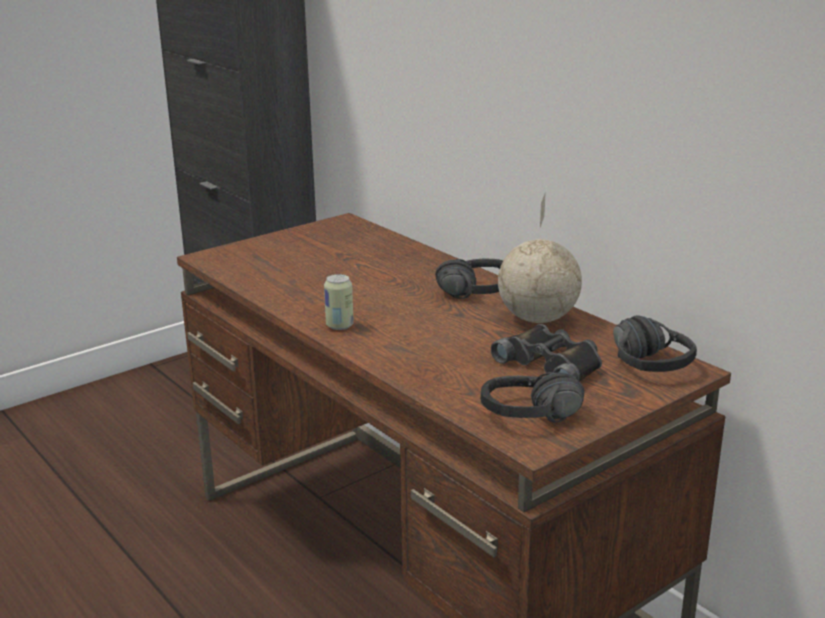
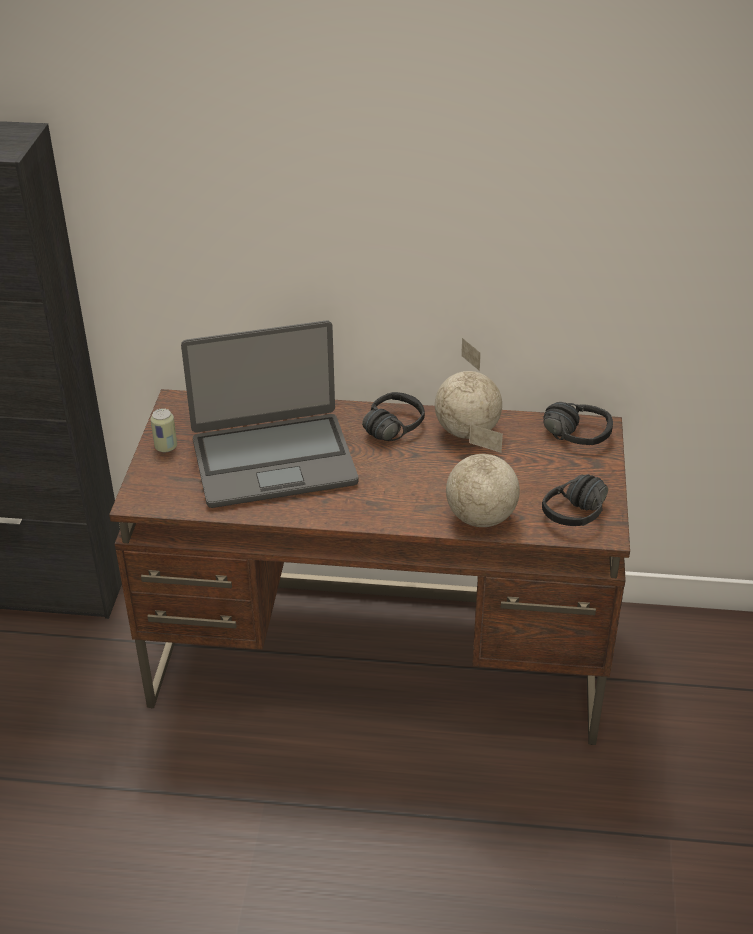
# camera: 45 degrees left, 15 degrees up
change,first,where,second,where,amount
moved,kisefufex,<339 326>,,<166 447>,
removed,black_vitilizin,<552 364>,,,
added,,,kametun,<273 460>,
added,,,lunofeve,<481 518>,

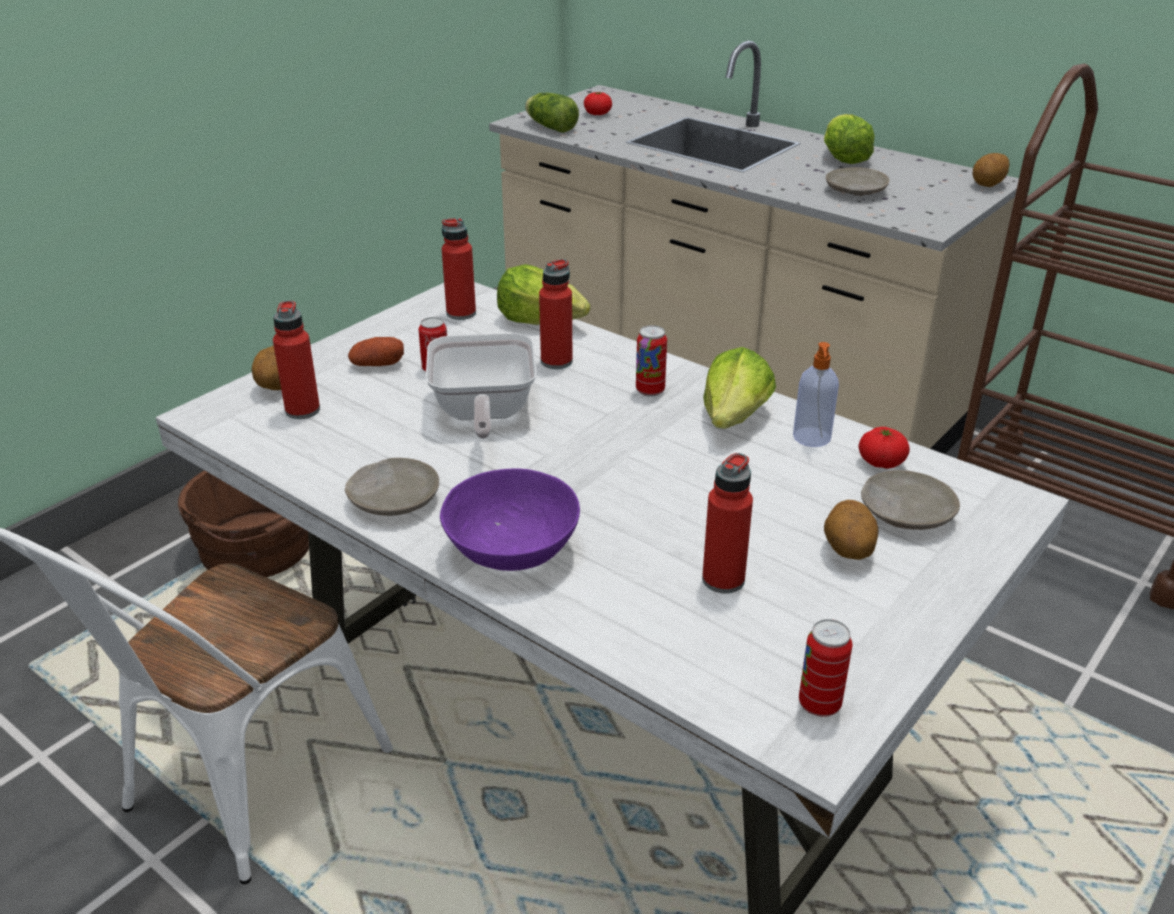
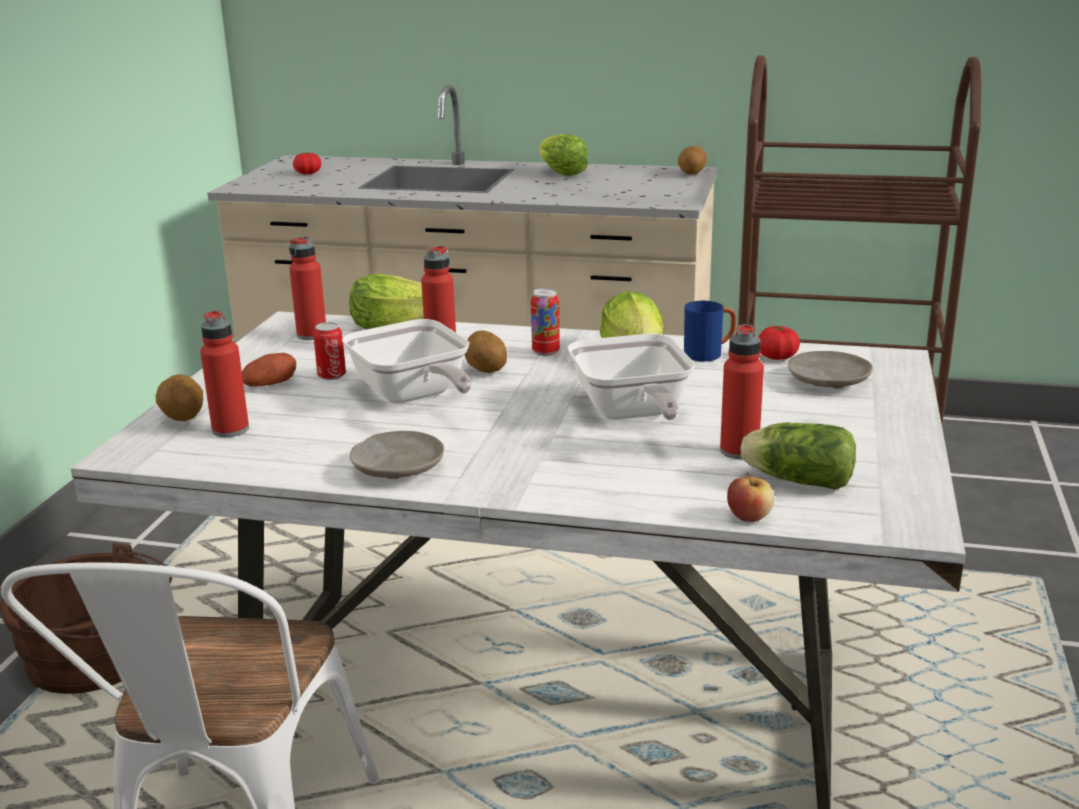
# camera: 25 degrees left, 10 degrees down
change,first,where,second,where,amount
removed,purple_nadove,<513 550>,,,
moved,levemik,<550 127>,,<795 480>,
replaced,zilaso,<811 438>,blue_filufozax,<709 354>,
removed,kisefufex,<819 704>,,,
moved,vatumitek,<847 551>,,<485 371>,
removed,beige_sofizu,<855 191>,,,
added,,,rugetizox,<632 414>,
added,,,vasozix,<749 517>,

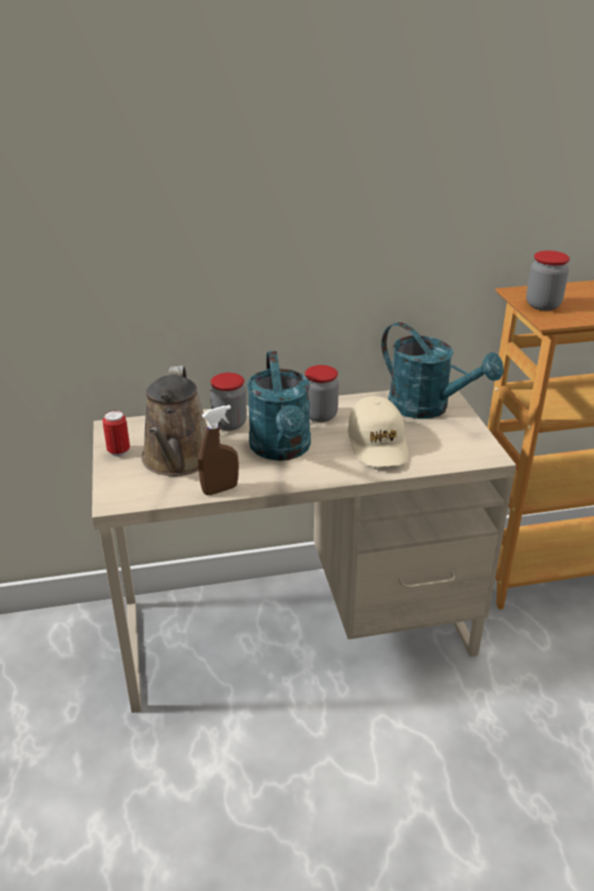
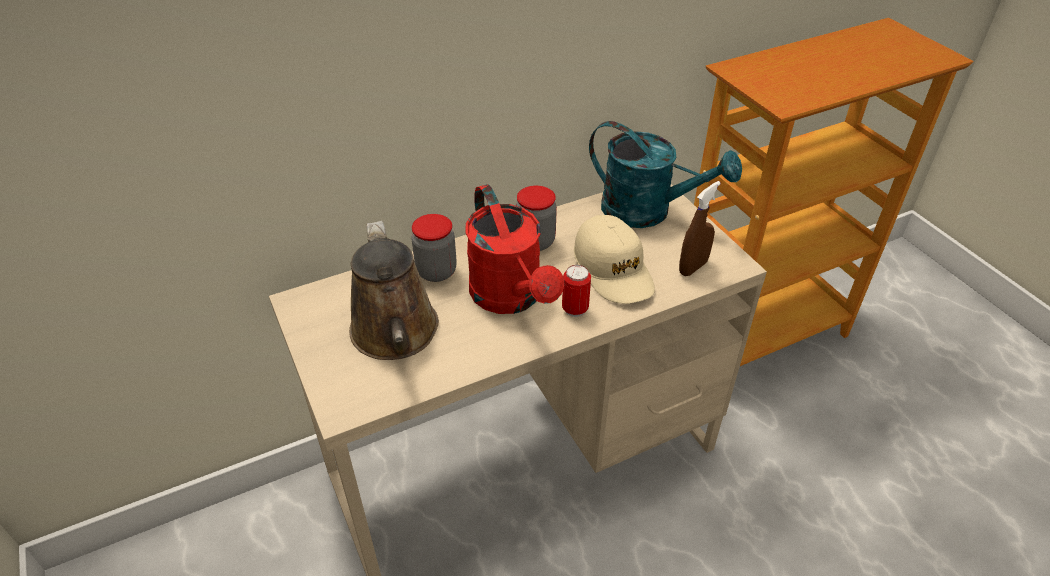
# camera: 15 degrees left, 10 degrees up
change,first,where,second,where,amount
moved,kisefufex,<119 451>,,<575 309>,
moved,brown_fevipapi,<220 489>,,<693 267>,
recoloured,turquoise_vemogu,<282 450>,red_vemogu,<511 298>,
removed,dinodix,<543 305>,,,

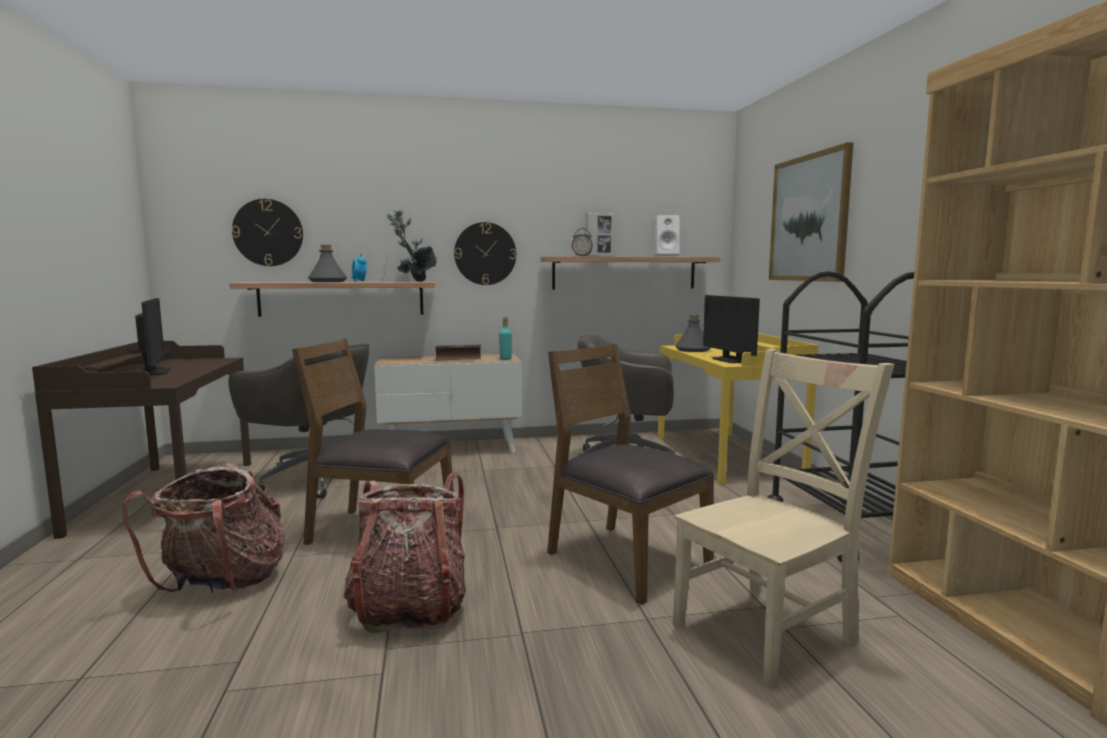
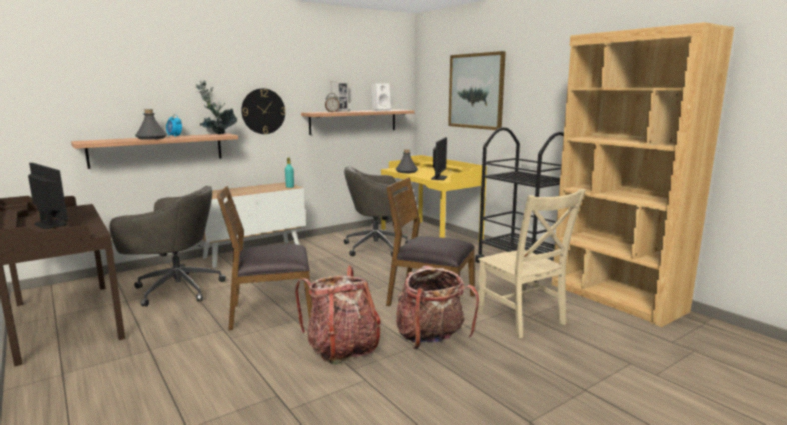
# camera: 25 degrees left, 5 degrees up
change,first,where,second,where,amount
moved,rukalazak,<223 583>,,<431 339>,
removed,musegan,<268 232>,,,
removed,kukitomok,<458 358>,,,
turned,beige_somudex,<768 631>,,<522 319>,120 degrees clockwise
turned,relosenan,<730 360>,,<439 178>,120 degrees counterclockwise

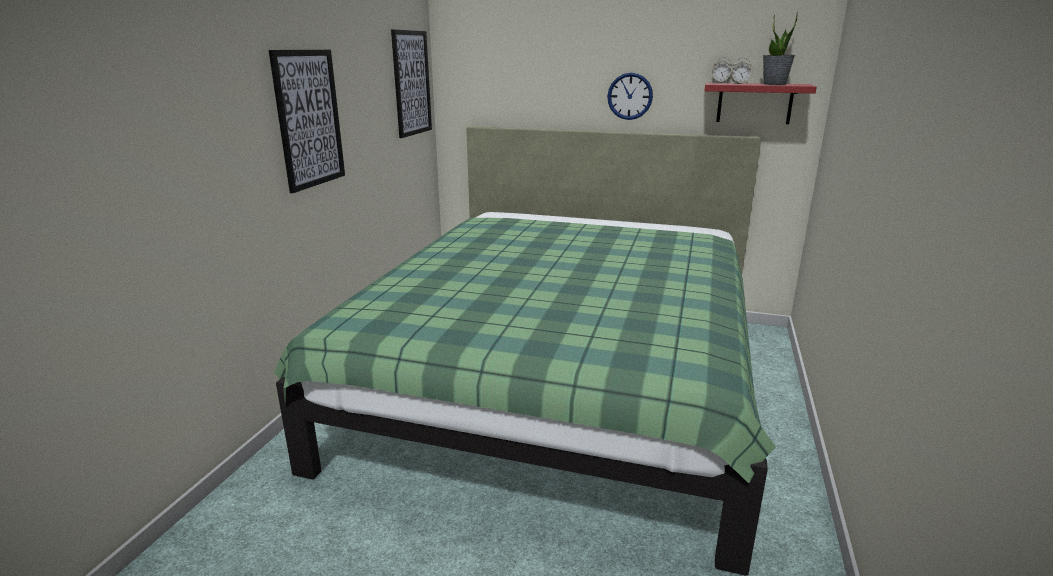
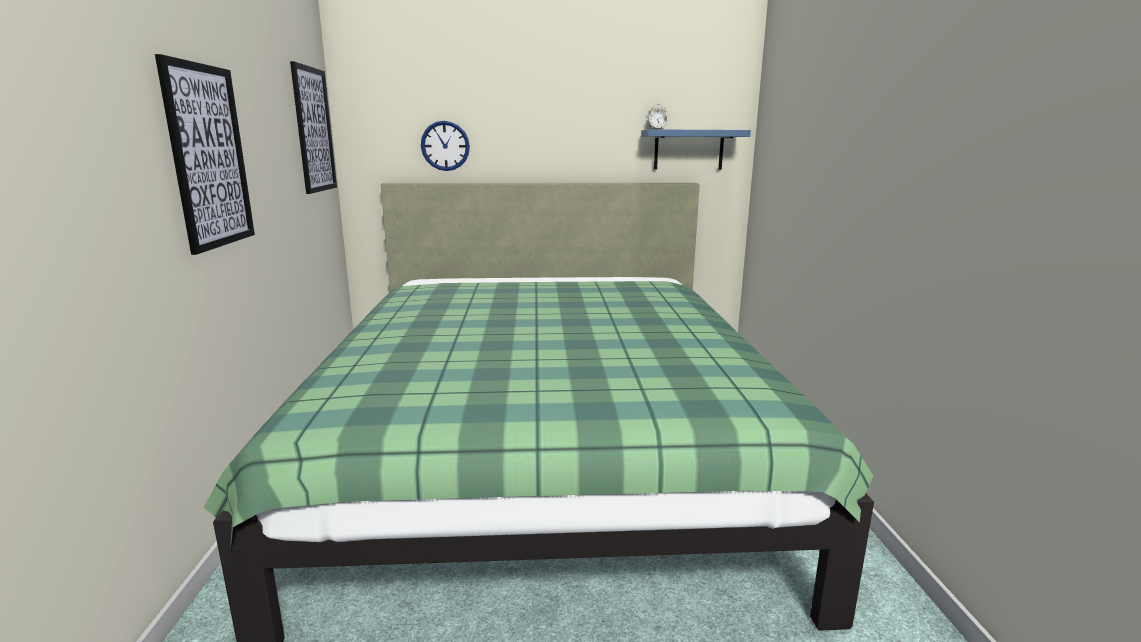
# camera: 20 degrees left, 5 degrees down
change,first,where,second,where,amount
moved,musegan,<630 96>,,<445 146>,
recoloured,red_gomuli,<754 103>,blue_gomuli,<688 150>,
removed,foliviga,<739 84>,,,
removed,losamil,<774 84>,,,

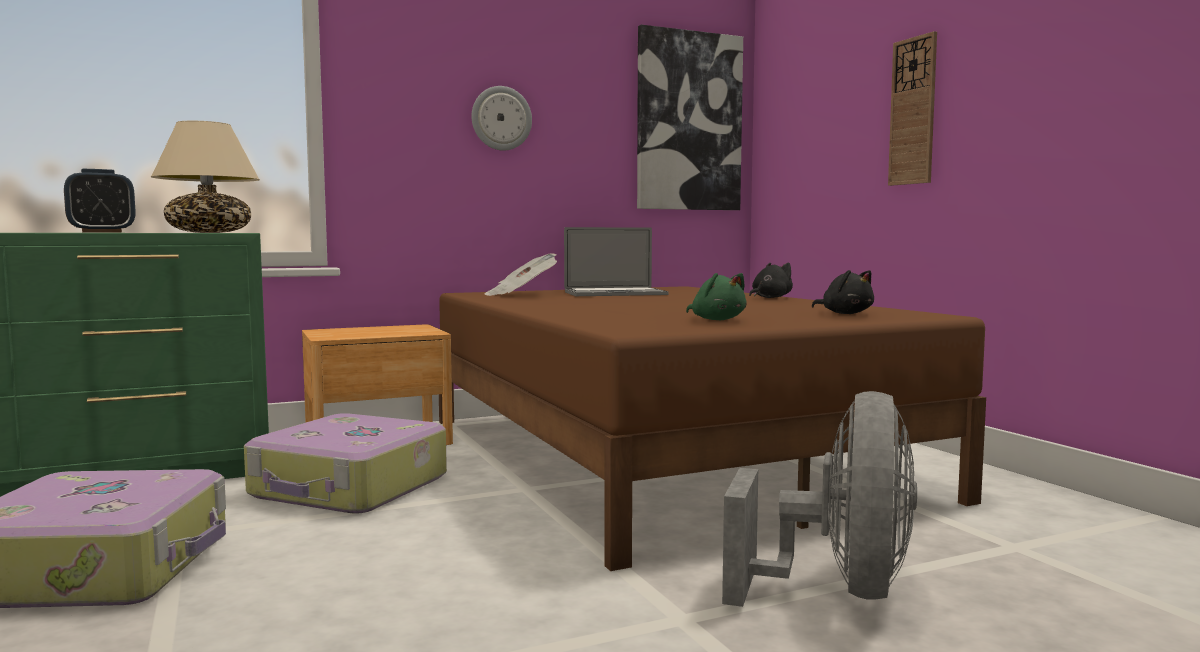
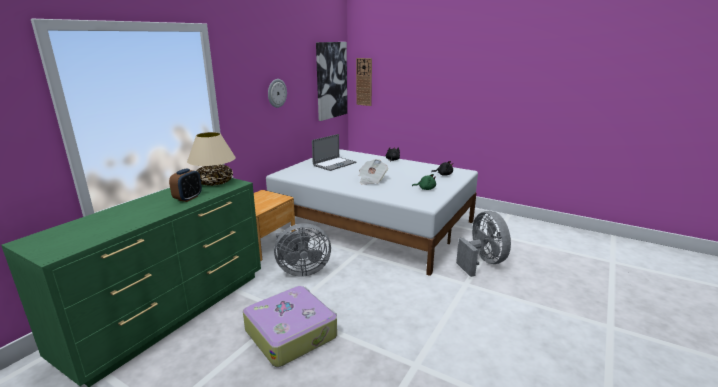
# camera: 35 degrees left, 15 degrees up
change,first,where,second,where,amount
replaced,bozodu,<350 487>,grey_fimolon,<301 270>,
recoloured,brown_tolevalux,<662 455>,white_tolevalux,<373 224>,
moved,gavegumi,<521 294>,,<371 180>,
moved,musegan,<913 111>,,<364 82>,

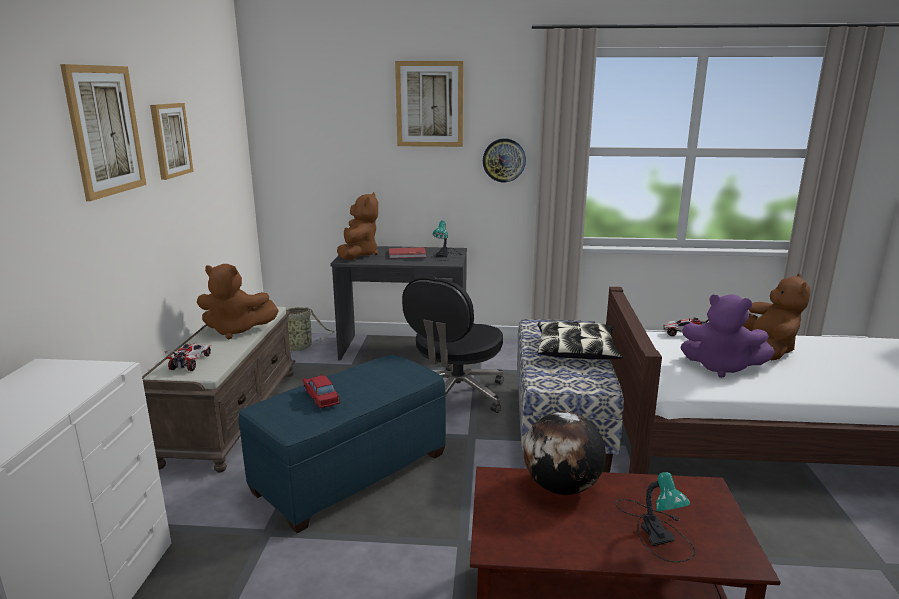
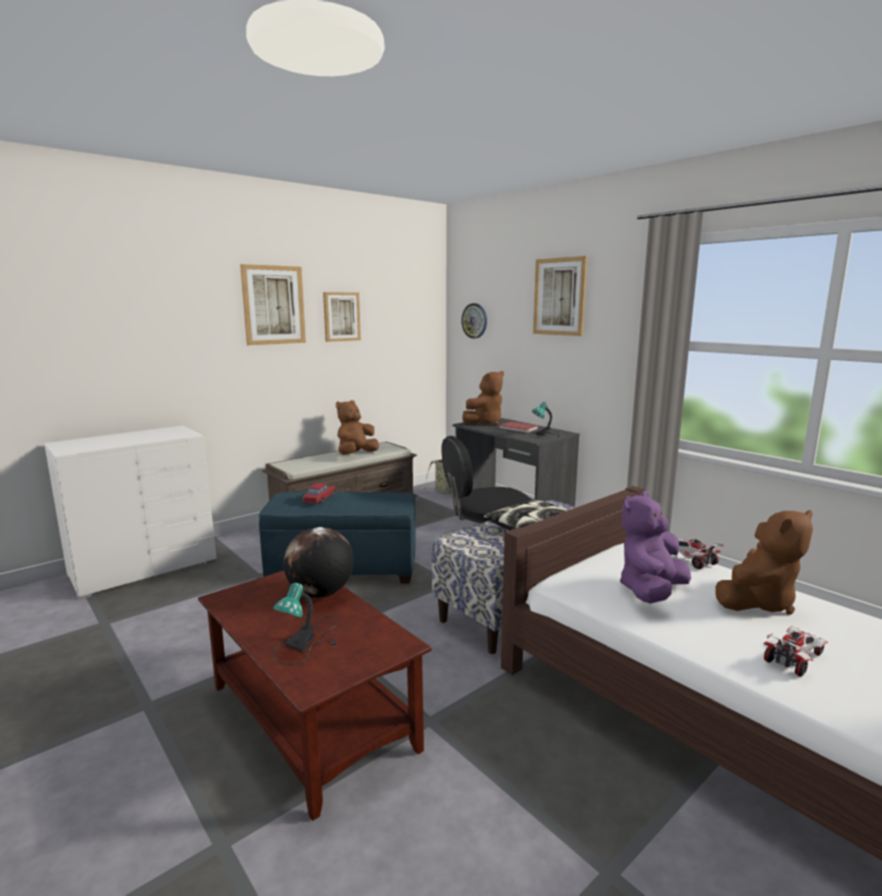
# camera: 45 degrees right, 5 degrees down
change,first,where,second,where,amount
moved,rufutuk,<191 363>,,<793 658>,
turned,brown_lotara,<236 331>,,<356 454>,75 degrees clockwise
moved,musegan,<504 160>,,<474 320>,
turned,purple_lotara,<721 367>,,<651 591>,60 degrees clockwise

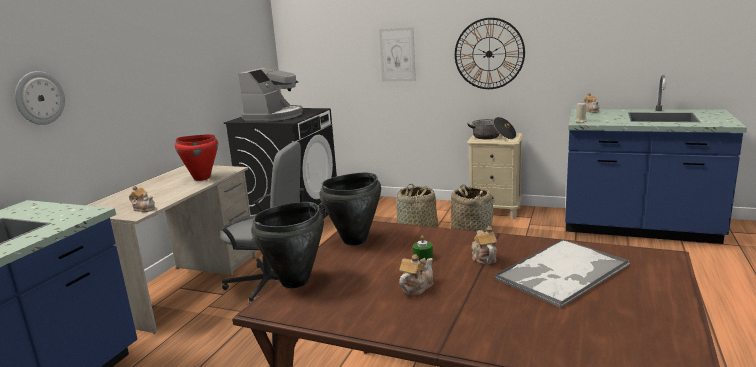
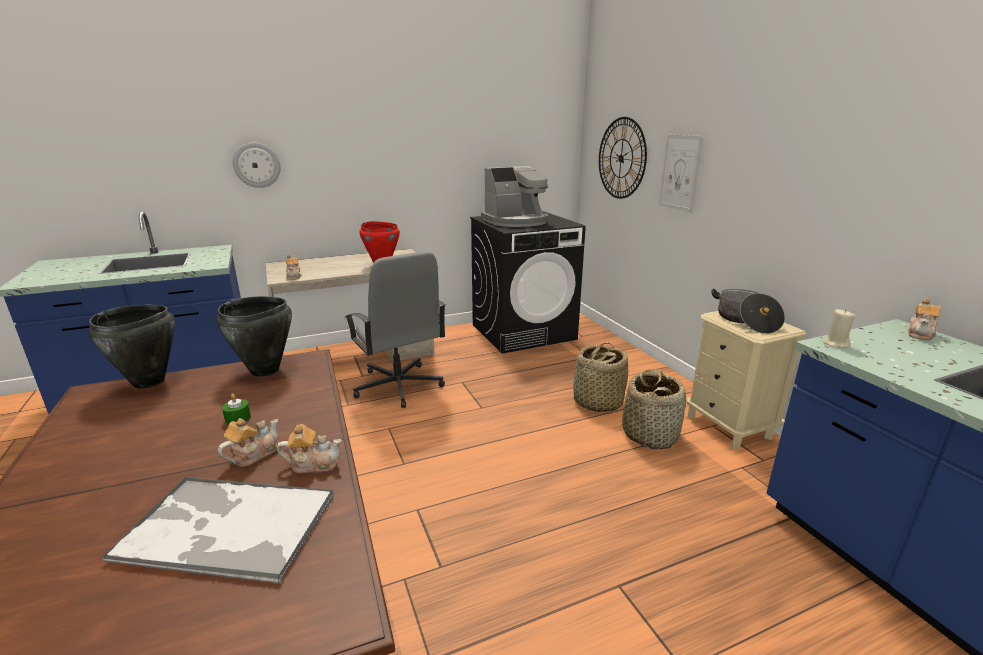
# camera: 45 degrees right, 5 degrees up
change,first,where,second,where,amount
moved,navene,<416 287>,,<313 464>,
moved,musegan,<489 54>,,<621 158>,

